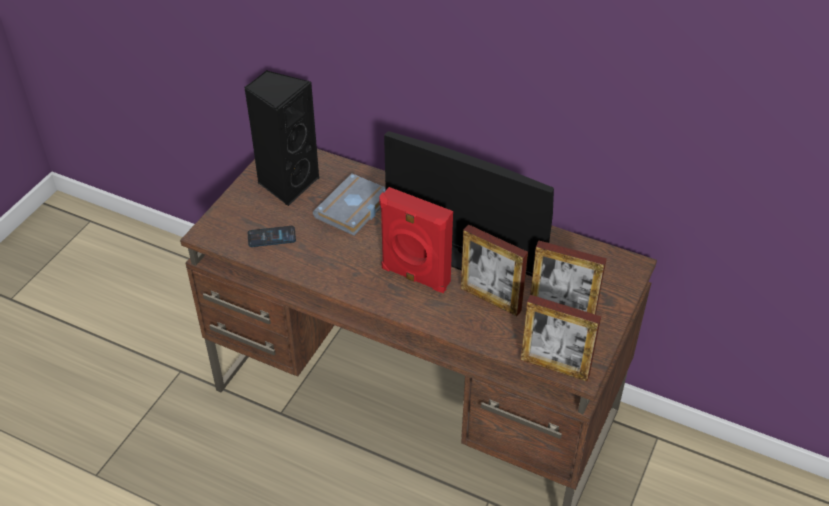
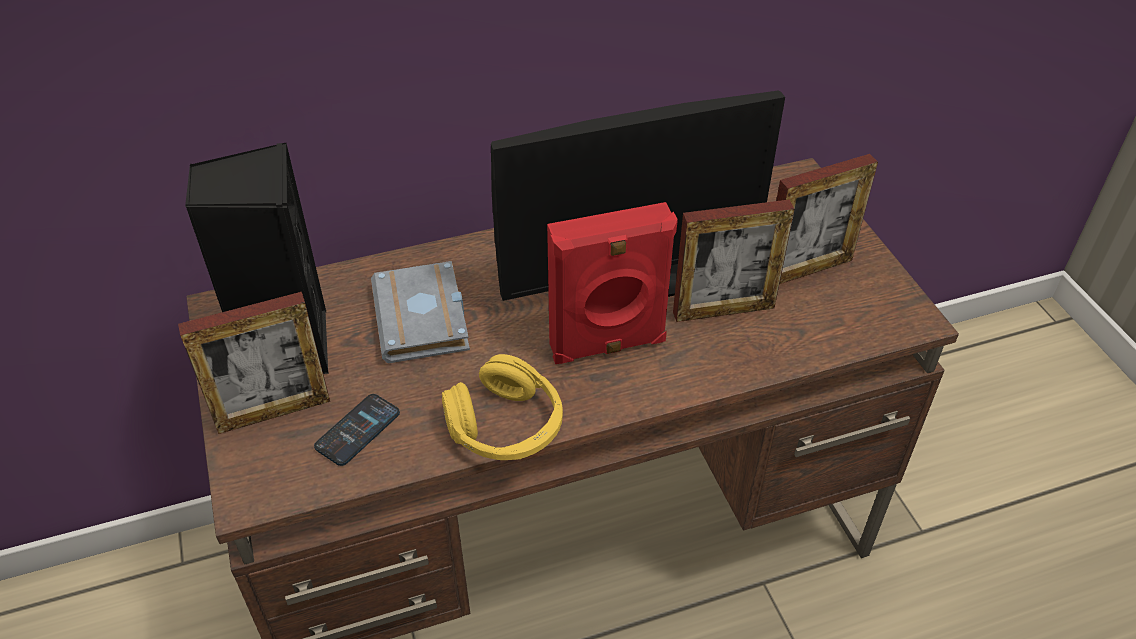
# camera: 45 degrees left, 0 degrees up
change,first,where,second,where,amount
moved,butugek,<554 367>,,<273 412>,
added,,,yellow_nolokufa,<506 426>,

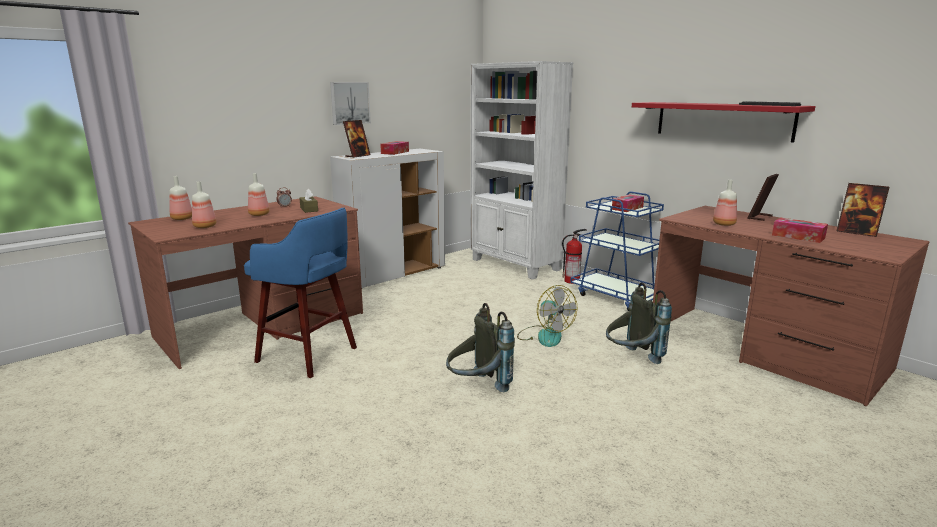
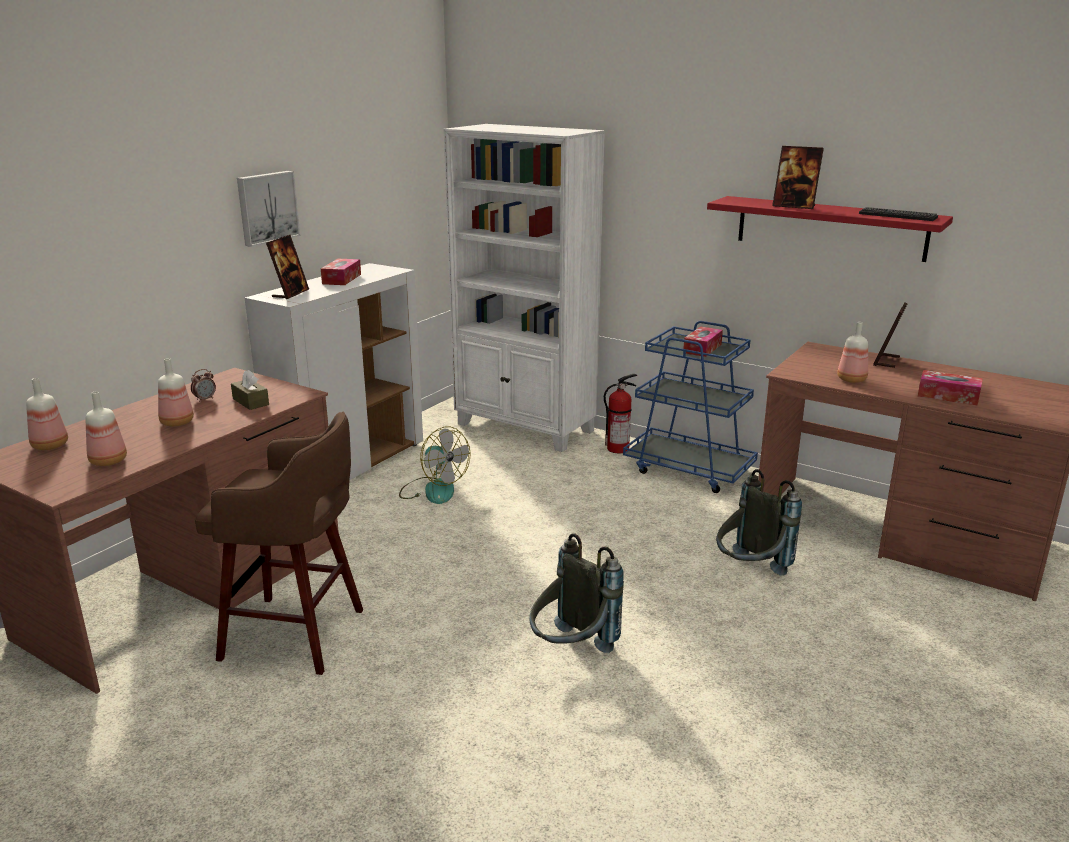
# camera: 15 degrees left, 5 degrees up
change,first,where,second,where,amount
recoloured,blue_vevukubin,<309 355>,brown_vevukubin,<297 635>,
moved,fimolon,<544 336>,,<433 490>,
moved,butugek,<857 232>,,<794 206>,

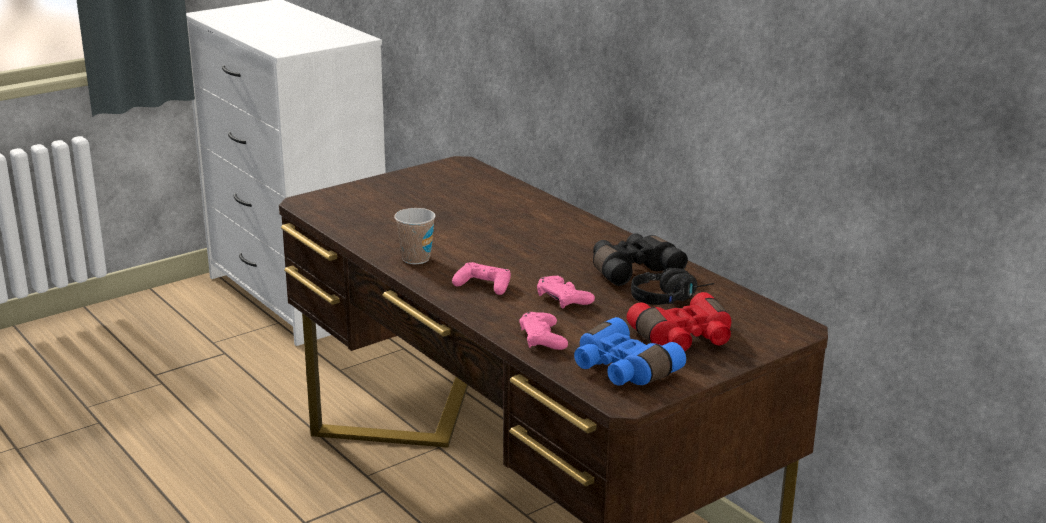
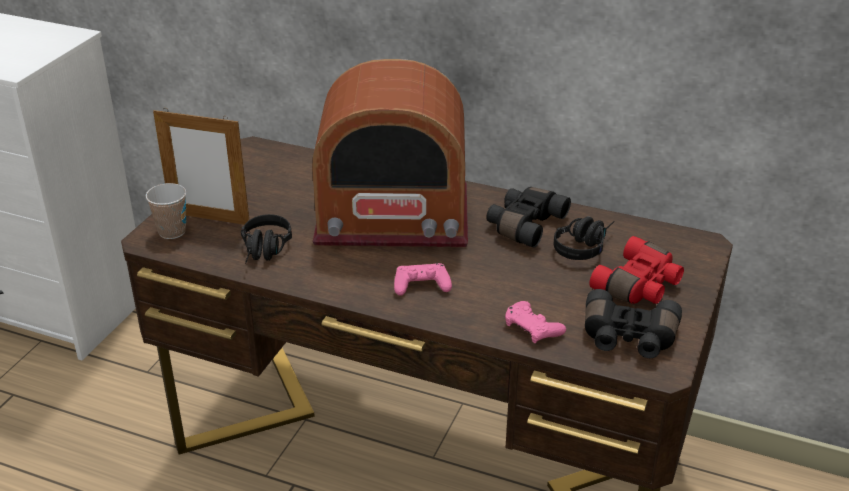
# camera: 30 degrees left, 10 degrees up
change,first,where,second,where,amount
moved,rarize,<416 258>,,<172 232>,
removed,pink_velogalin,<563 298>,,,
recoloured,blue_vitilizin,<621 370>,black_vitilizin,<628 338>,
added,,,butugek,<209 218>,
added,,,black_nolokufa,<265 251>,
added,,,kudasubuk,<393 216>,

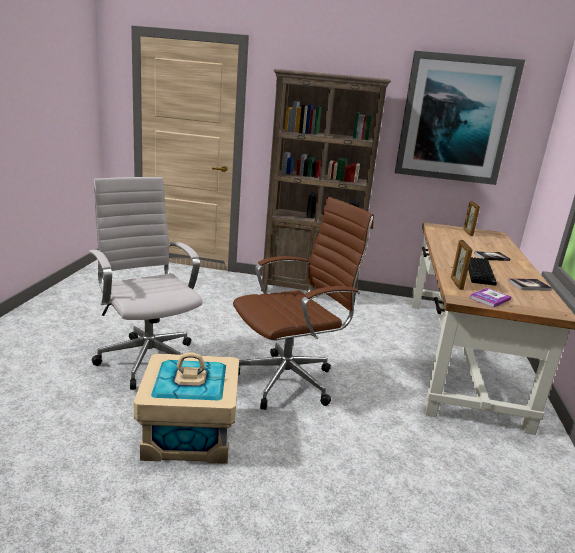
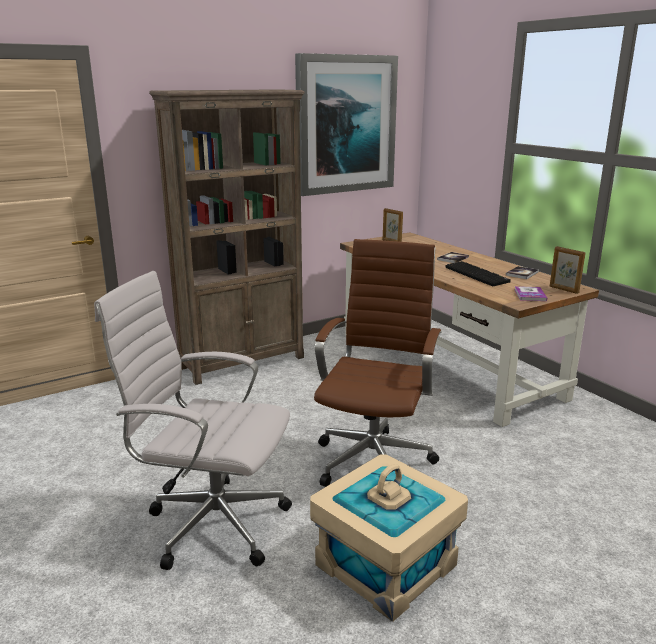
# camera: 40 degrees left, 0 degrees up
change,first,where,second,where,amount
moved,butugek,<456 284>,,<563 290>,

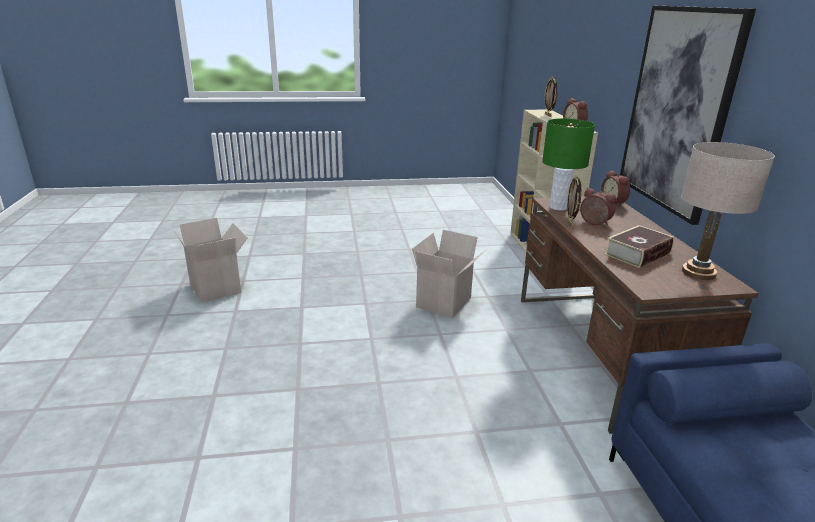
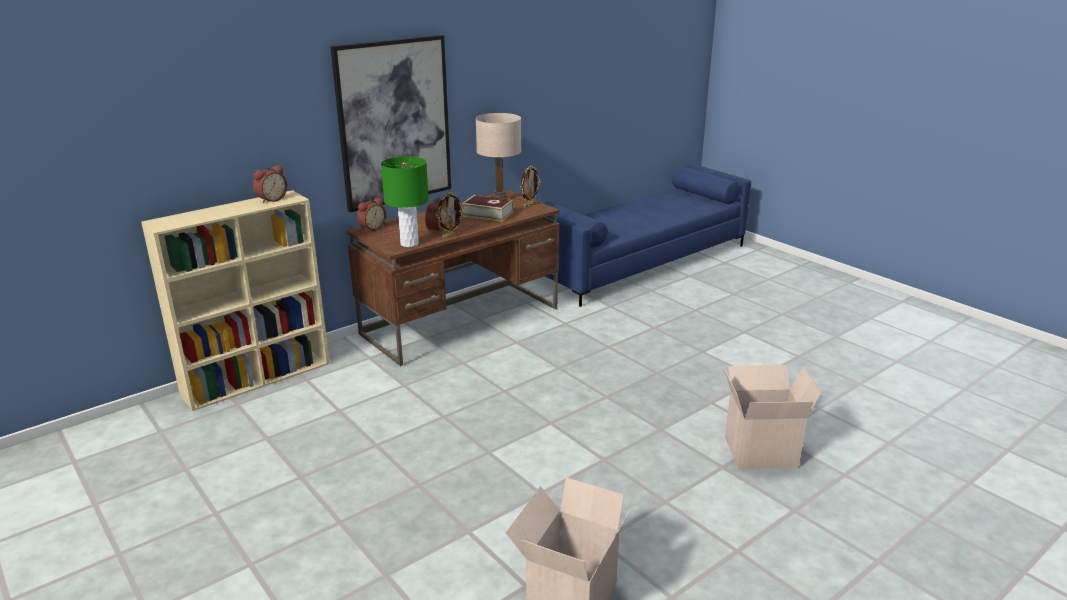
# camera: 120 degrees left, 0 degrees up
change,first,where,second,where,amount
moved,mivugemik,<445 303>,,<761 450>,
moved,butugek,<548 115>,,<529 205>,

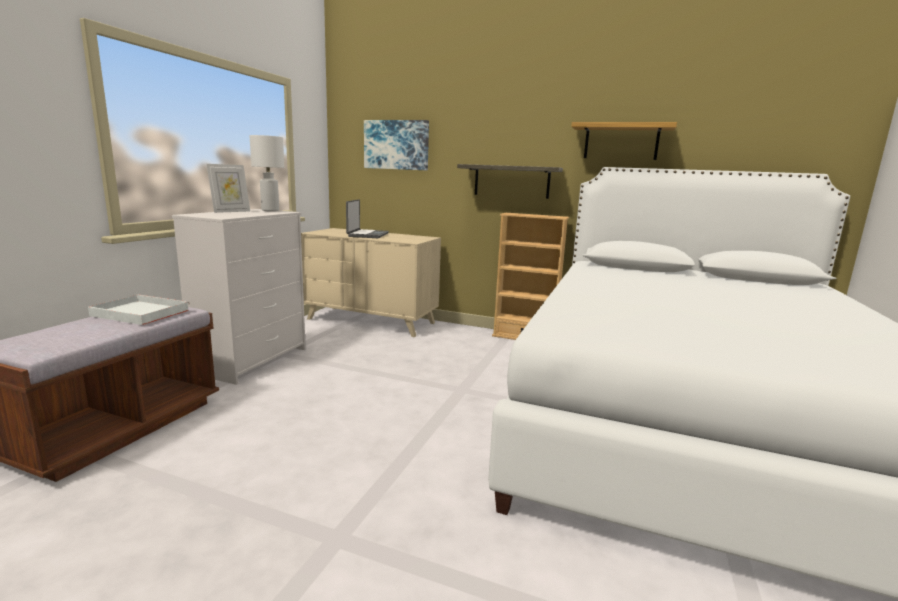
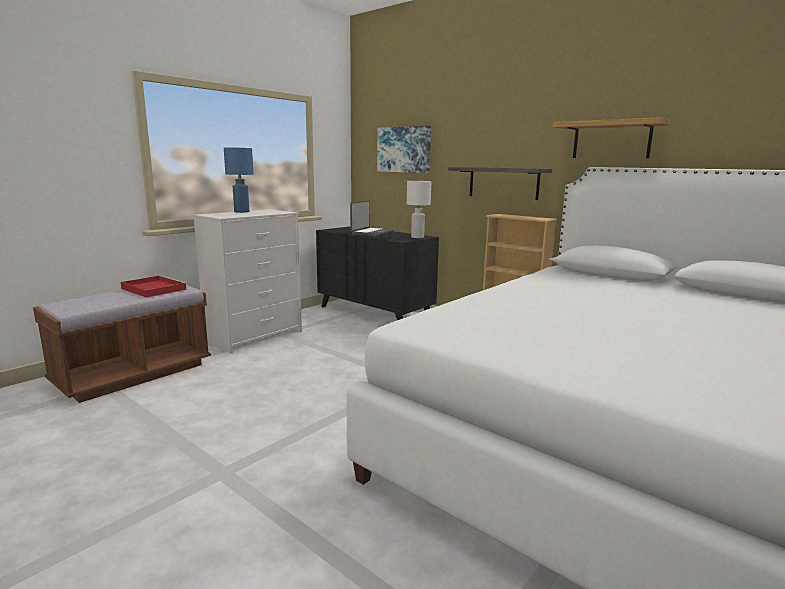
# camera: 20 degrees right, 0 degrees up
change,first,where,second,where,amount
recoloured,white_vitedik,<139 313>,red_vitedik,<153 289>,
replaced,butugek,<230 211>,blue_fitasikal,<242 212>,
moved,white_fitasikal,<271 210>,,<418 237>,
recoloured,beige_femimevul,<371 321>,black_femimevul,<375 312>,

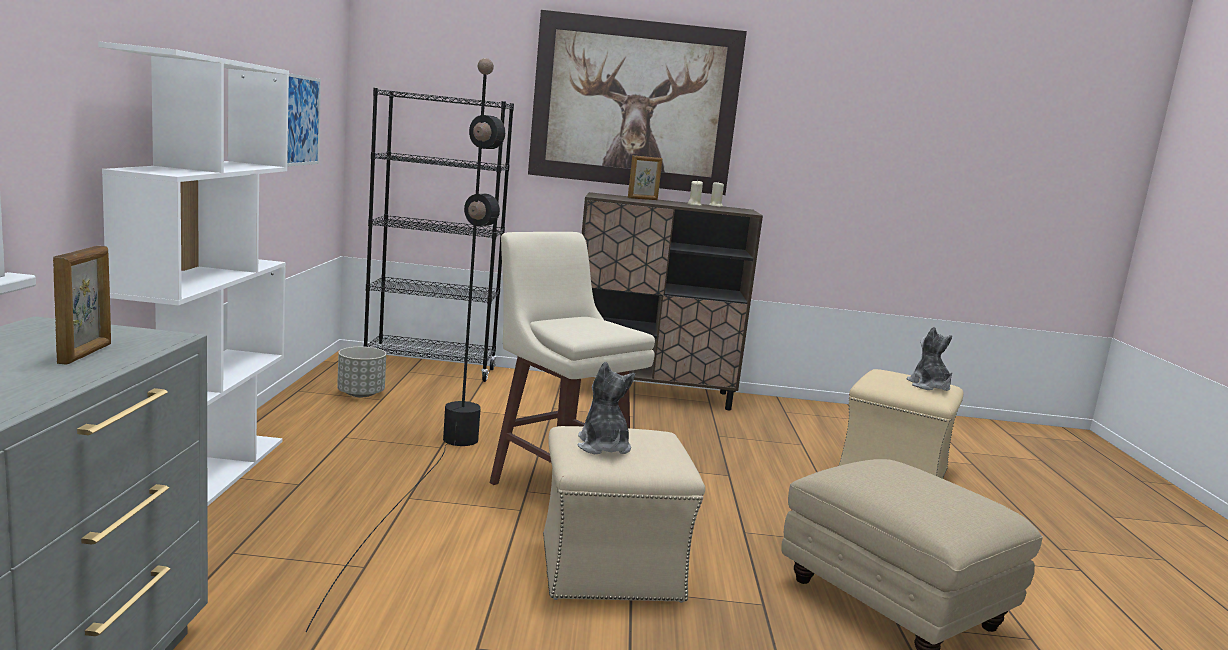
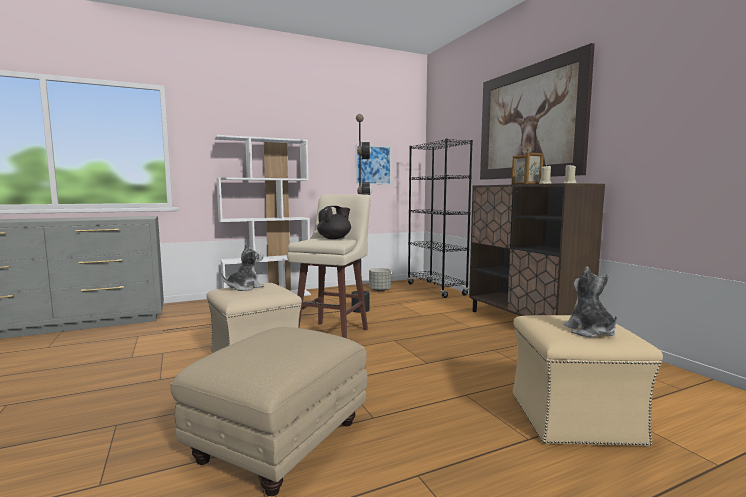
# camera: 65 degrees right, 5 degrees down
change,first,where,second,where,amount
moved,butugek,<86 354>,,<533 184>,
turned,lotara,<928 386>,,<589 332>,60 degrees counterclockwise
added,,,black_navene,<334 238>,

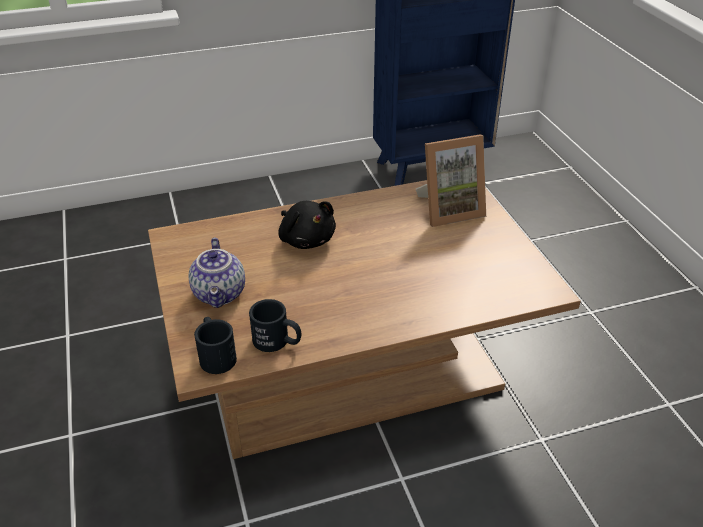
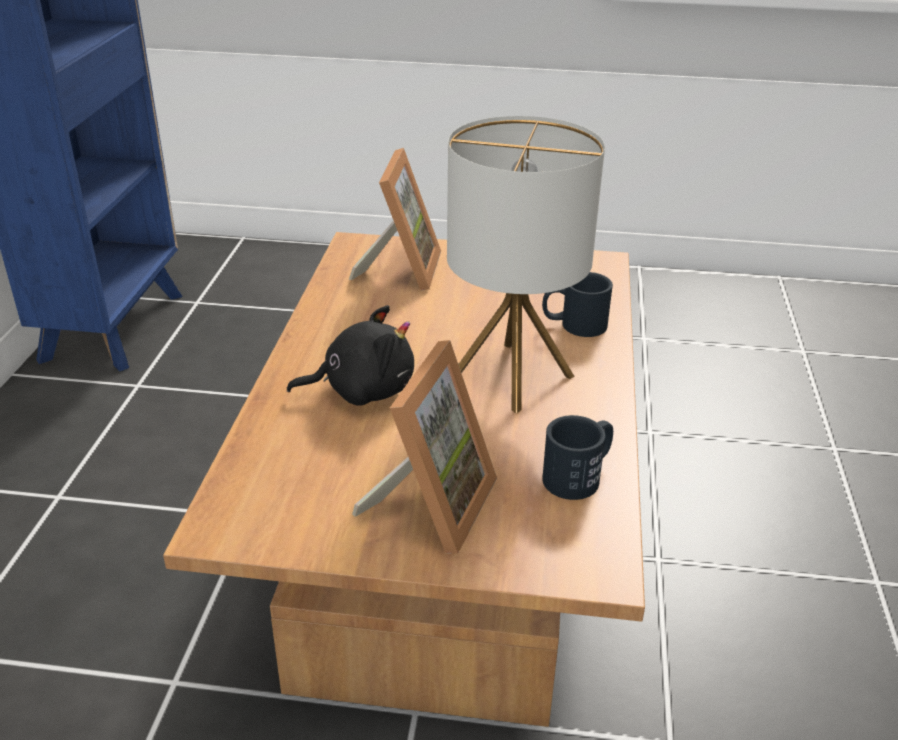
# camera: 65 degrees left, 5 degrees down
change,first,where,second,where,amount
replaced,navene,<221 294>,butugek,<431 505>,
moved,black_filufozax,<216 354>,,<574 325>,
added,,,fitasikal,<512 376>,

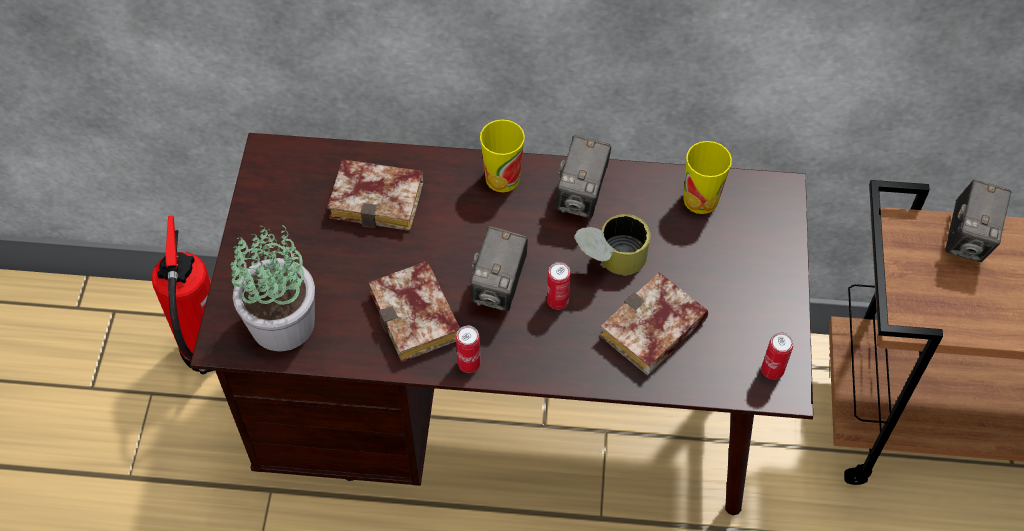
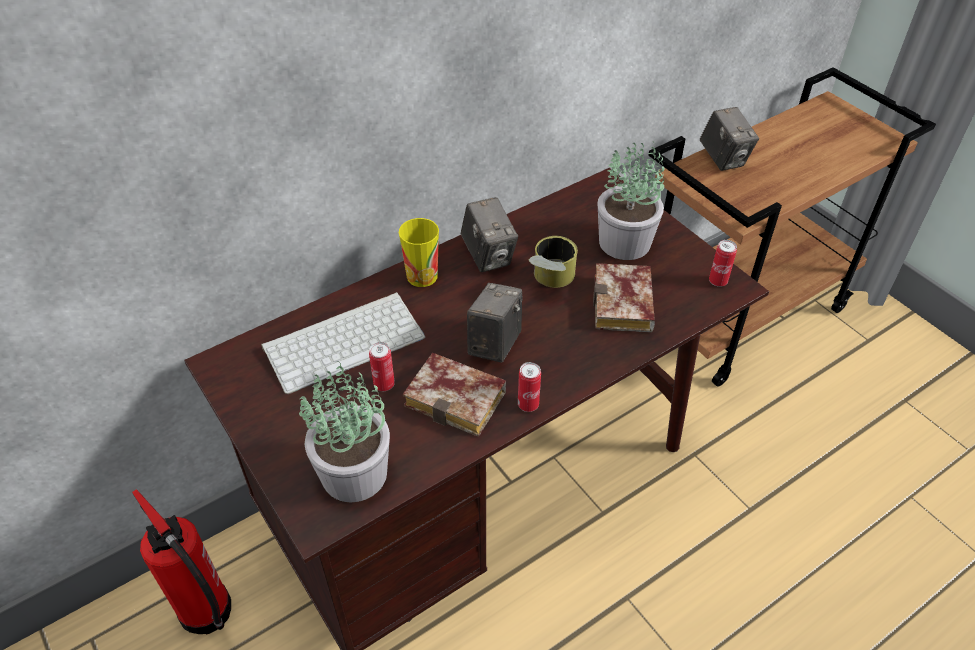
# camera: 40 degrees left, 10 degrees down
change,first,where,second,where,amount
replaced,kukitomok,<381 199>,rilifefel,<345 340>,
turned,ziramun,<499 287>,,<494 343>,135 degrees counterclockwise
moved,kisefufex,<557 301>,,<384 384>,
removed,rarize,<700 199>,,,
added,,,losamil,<626 243>,

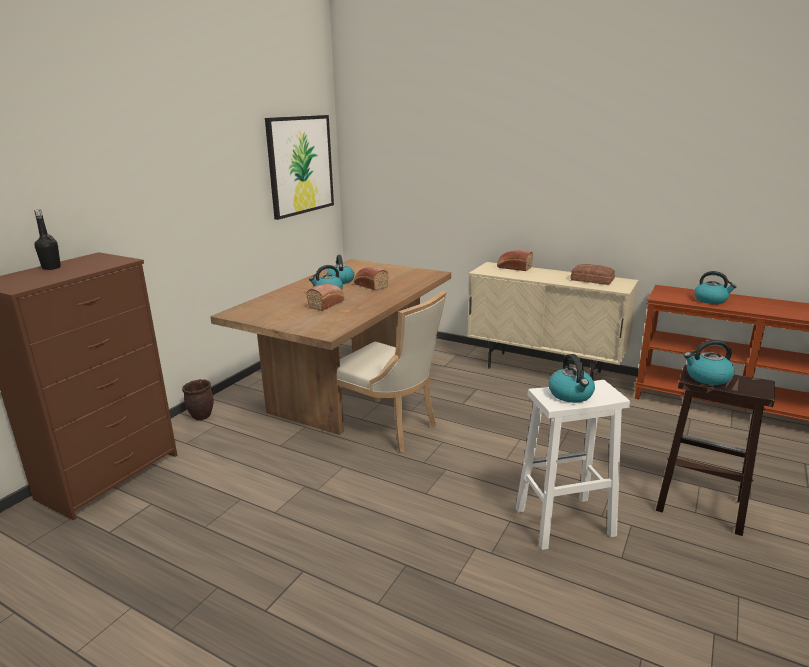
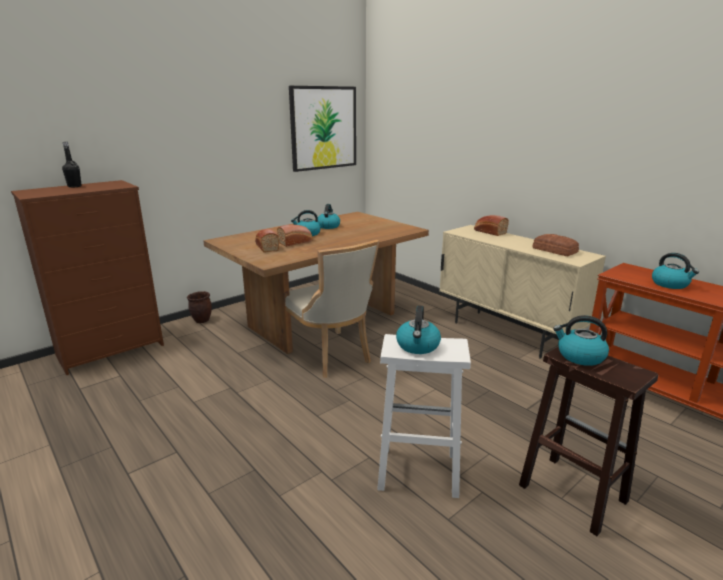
# camera: 20 degrees right, 0 degrees up
change,first,where,second,where,amount
moved,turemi,<369 285>,,<266 247>,

